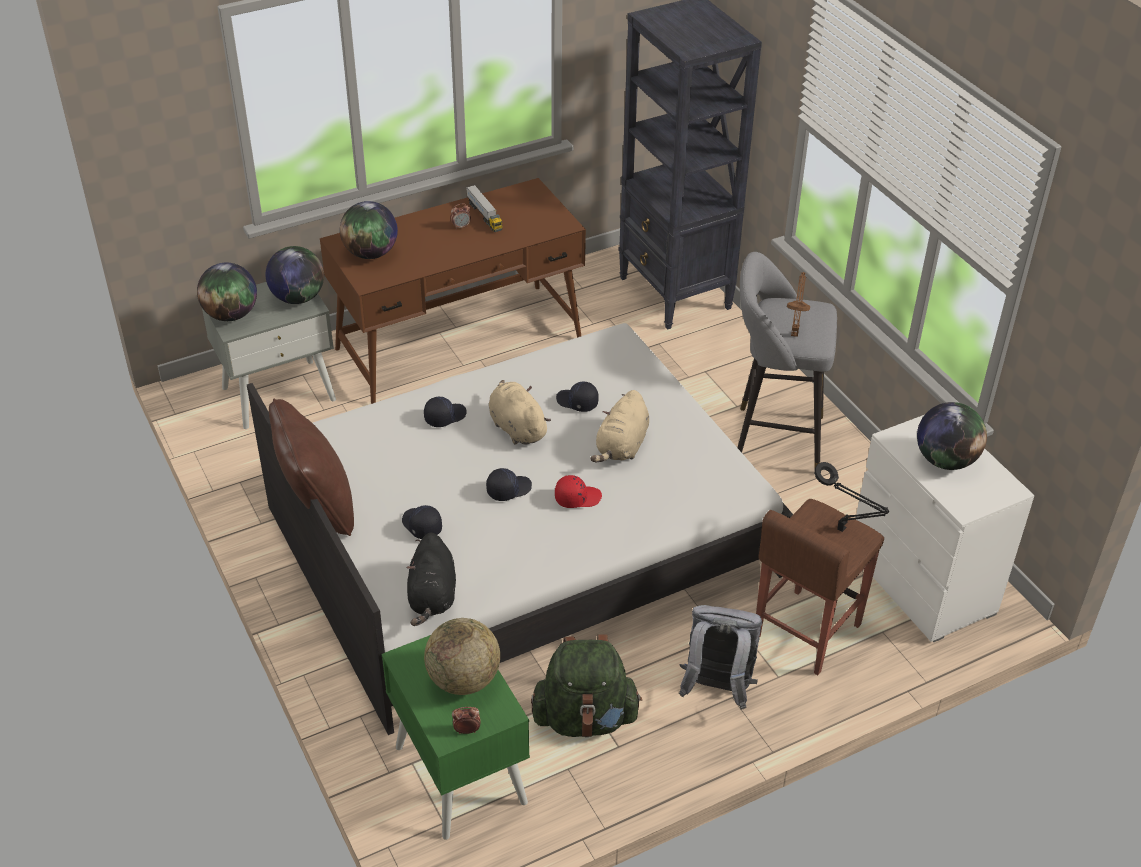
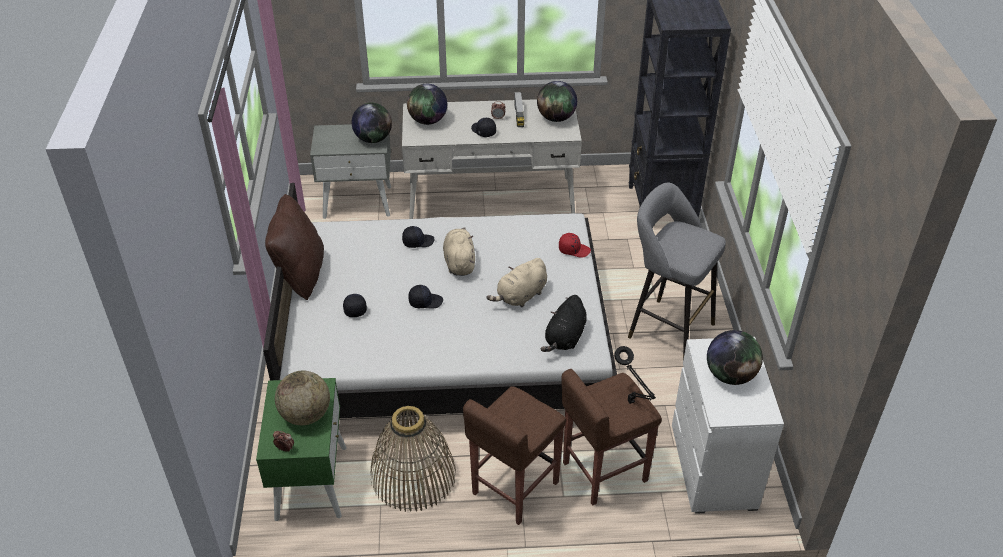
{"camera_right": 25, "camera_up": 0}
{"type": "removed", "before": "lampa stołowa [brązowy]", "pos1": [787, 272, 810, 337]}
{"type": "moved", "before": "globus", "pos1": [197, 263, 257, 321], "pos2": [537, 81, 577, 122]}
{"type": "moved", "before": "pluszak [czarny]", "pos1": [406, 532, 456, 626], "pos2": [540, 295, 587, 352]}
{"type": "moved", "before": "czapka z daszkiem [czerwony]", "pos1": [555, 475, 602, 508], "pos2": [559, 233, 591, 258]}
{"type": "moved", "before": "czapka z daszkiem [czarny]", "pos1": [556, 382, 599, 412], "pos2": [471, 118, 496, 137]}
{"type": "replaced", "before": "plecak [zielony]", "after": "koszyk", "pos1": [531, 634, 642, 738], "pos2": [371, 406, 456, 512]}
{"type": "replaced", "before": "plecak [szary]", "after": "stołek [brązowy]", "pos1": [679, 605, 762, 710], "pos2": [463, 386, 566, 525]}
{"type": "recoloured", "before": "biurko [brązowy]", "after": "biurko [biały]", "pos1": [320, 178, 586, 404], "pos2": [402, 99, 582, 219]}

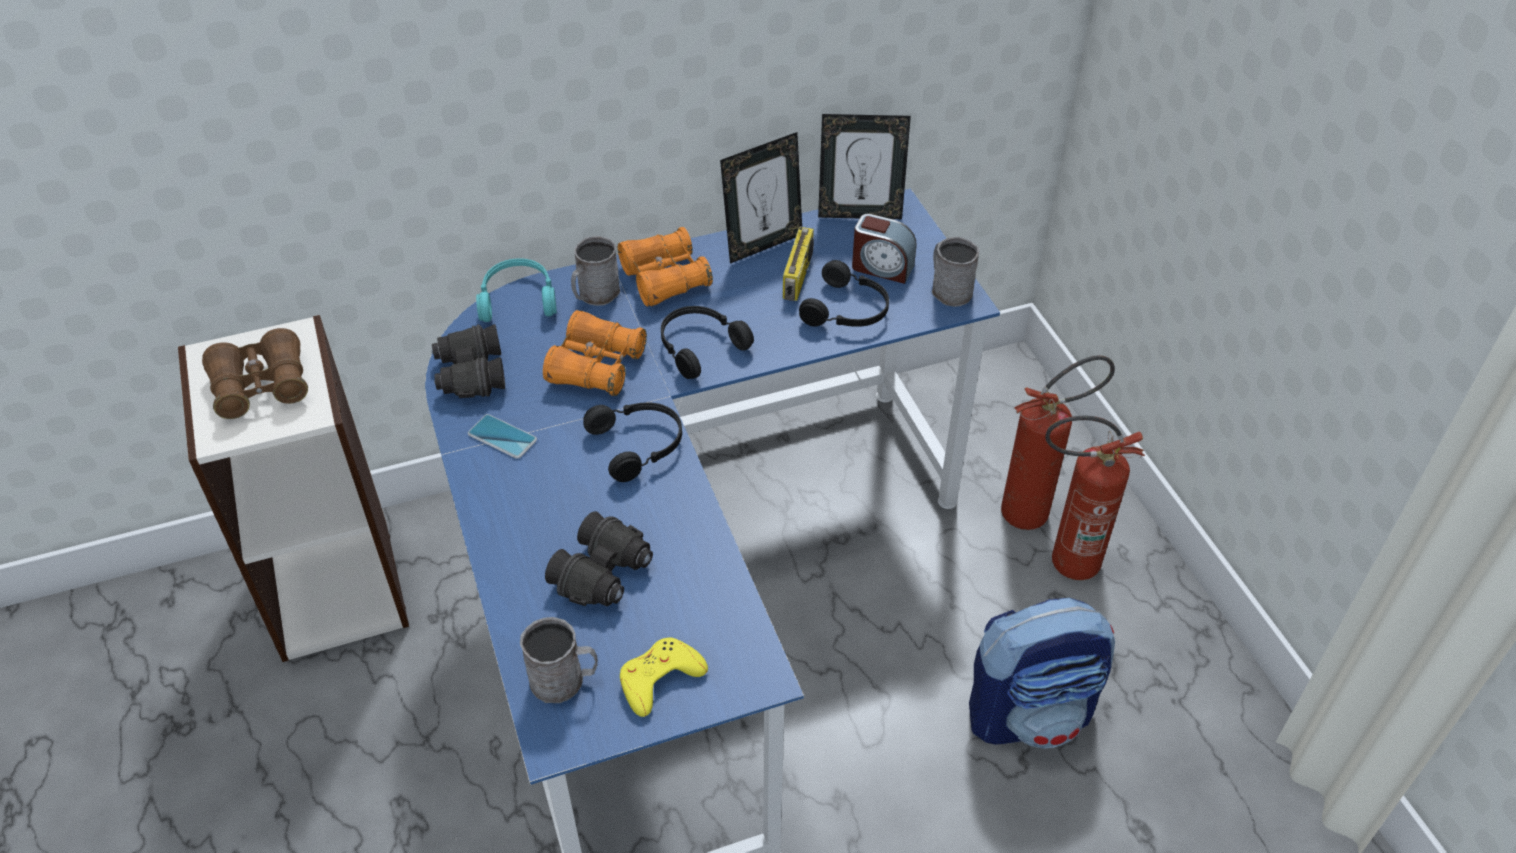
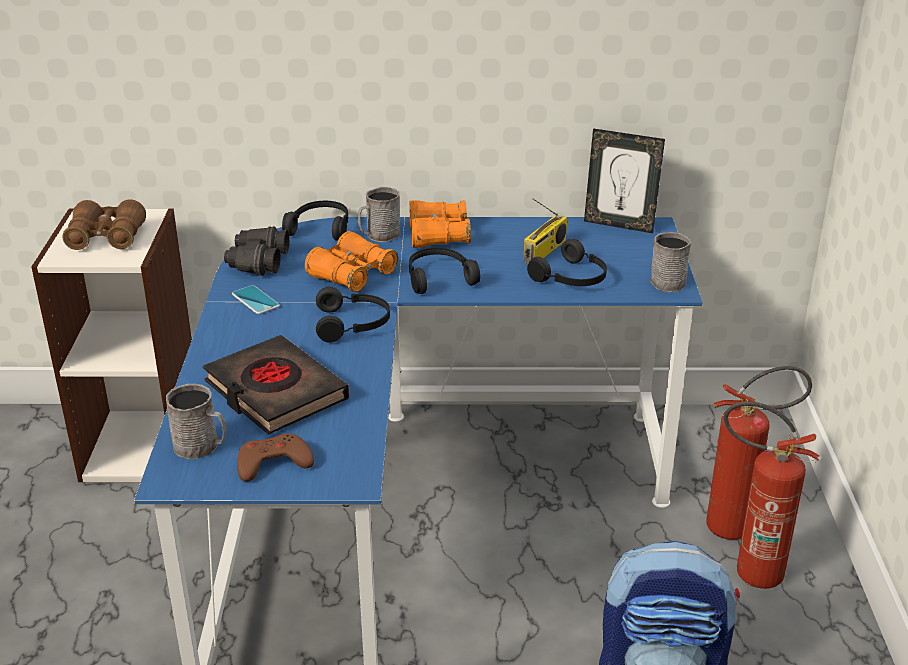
{"camera_right": 20, "camera_up": -15}
{"type": "removed", "before": "ramka na zdjęcie", "pos1": [720, 132, 802, 264]}
{"type": "removed", "before": "budzik", "pos1": [852, 214, 916, 284]}
{"type": "replaced", "before": "lornetka [czarny]", "after": "książka [czarny]", "pos1": [545, 511, 653, 606], "pos2": [203, 335, 349, 435]}
{"type": "recoloured", "before": "słuchawki [turkusowy]", "after": "słuchawki [czarny]", "pos1": [476, 258, 557, 322], "pos2": [282, 201, 348, 241]}
{"type": "recoloured", "before": "pad do gier [żółty]", "after": "pad do gier [brązowy]", "pos1": [620, 638, 708, 717], "pos2": [237, 433, 314, 482]}

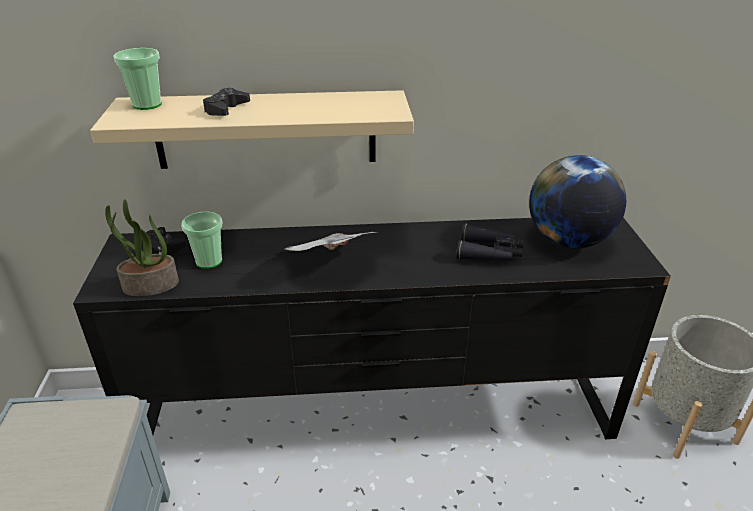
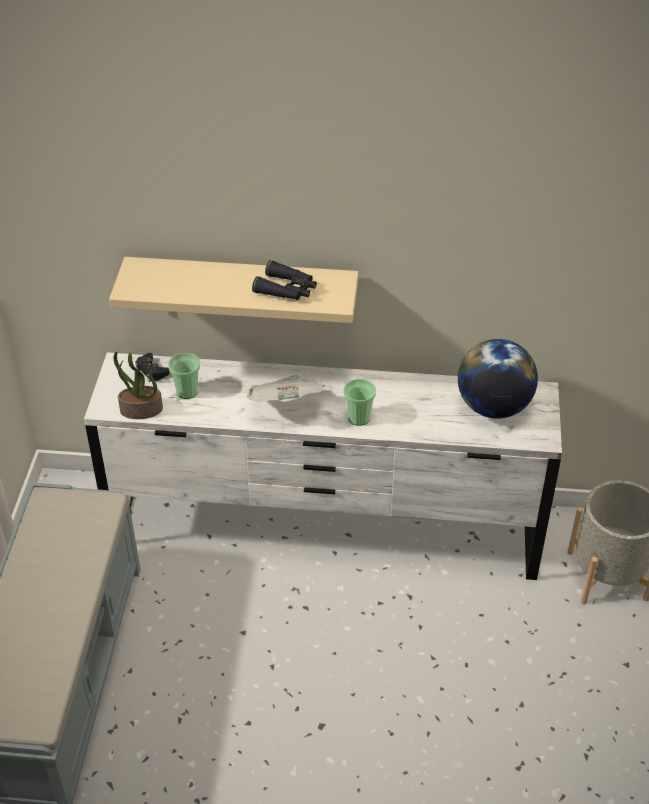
{"camera_right": 10, "camera_up": 10}
{"type": "removed", "before": "pad do gier [czarny]", "pos1": [203, 88, 250, 116]}
{"type": "moved", "before": "filiżanka", "pos1": [113, 48, 162, 110], "pos2": [344, 379, 376, 426]}
{"type": "moved", "before": "lornetka [czarny]", "pos1": [457, 224, 524, 261], "pos2": [252, 260, 317, 300]}
{"type": "recoloured", "before": "komoda [czarny]", "after": "komoda [biały]", "pos1": [73, 218, 671, 439], "pos2": [84, 352, 562, 580]}

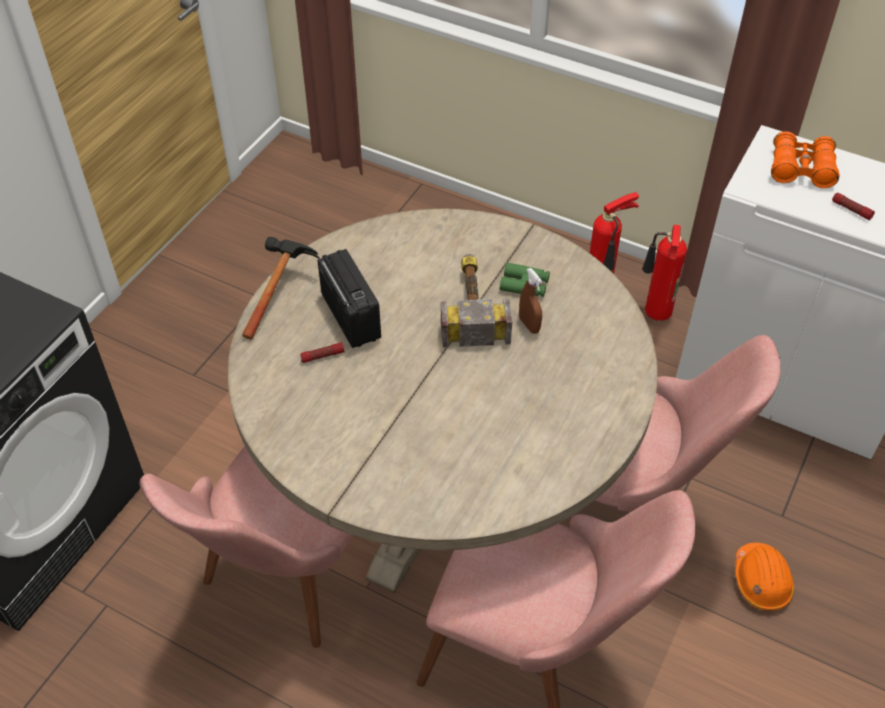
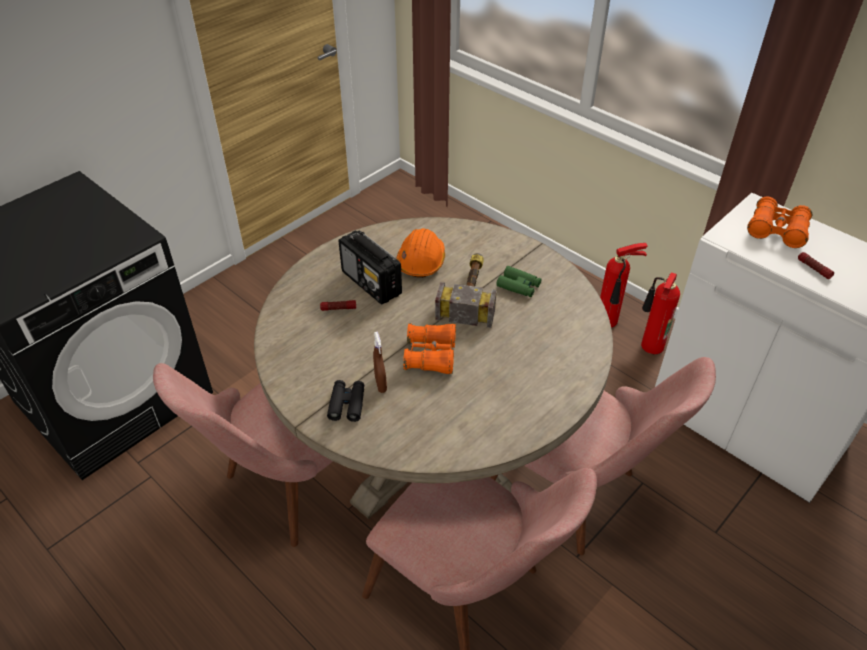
{"camera_right": 15, "camera_up": -5}
{"type": "removed", "before": "młotek", "pos1": [242, 237, 320, 340]}
{"type": "added", "after": "lornetka [czarny]", "pos2": [327, 380, 364, 422]}
{"type": "added", "after": "lornetka [pomarańczowy]", "pos2": [403, 323, 456, 374]}
{"type": "moved", "before": "spryskiwacz [brązowy]", "pos1": [519, 268, 542, 334], "pos2": [373, 332, 387, 393]}
{"type": "moved", "before": "kask [pomarańczowy]", "pos1": [735, 543, 794, 611], "pos2": [396, 228, 445, 278]}
{"type": "turned", "before": "radio", "pos1": [317, 249, 381, 348], "pos2": [338, 230, 402, 305], "turn": 150}

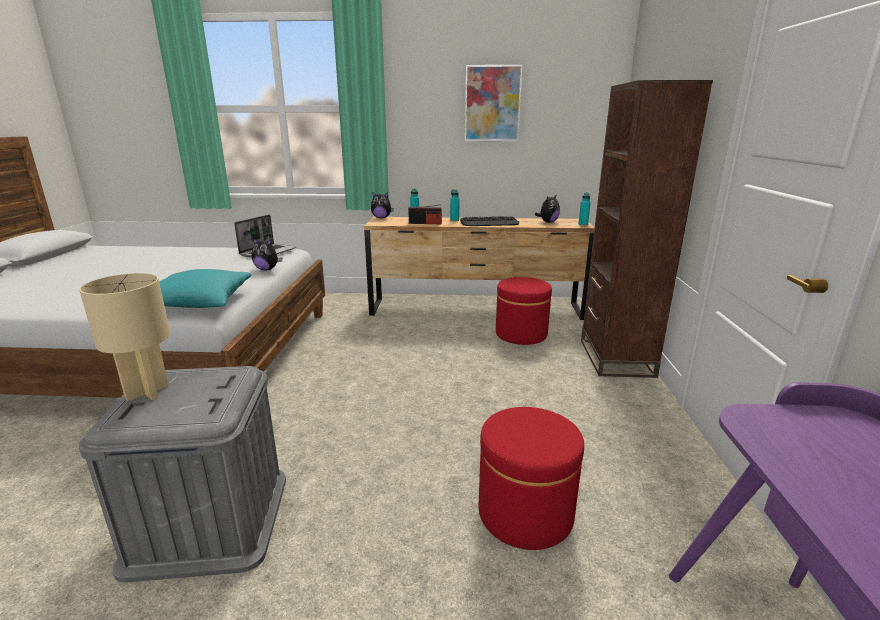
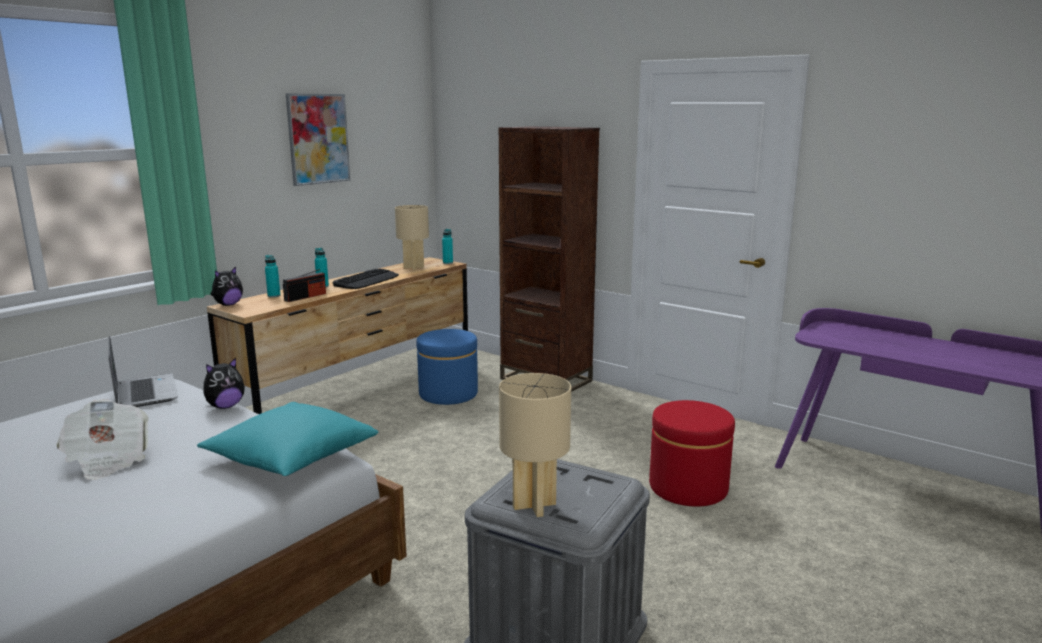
{"camera_right": -55, "camera_up": -5}
{"type": "added", "after": "gazeta", "pos2": [57, 399, 149, 480]}
{"type": "replaced", "before": "pluszak", "after": "lampa stołowa [beżowy]", "pos1": [535, 194, 560, 223], "pos2": [395, 205, 429, 270]}
{"type": "recoloured", "before": "pufa [czerwony]", "after": "pufa [niebieski]", "pos1": [496, 277, 552, 345], "pos2": [416, 329, 478, 405]}

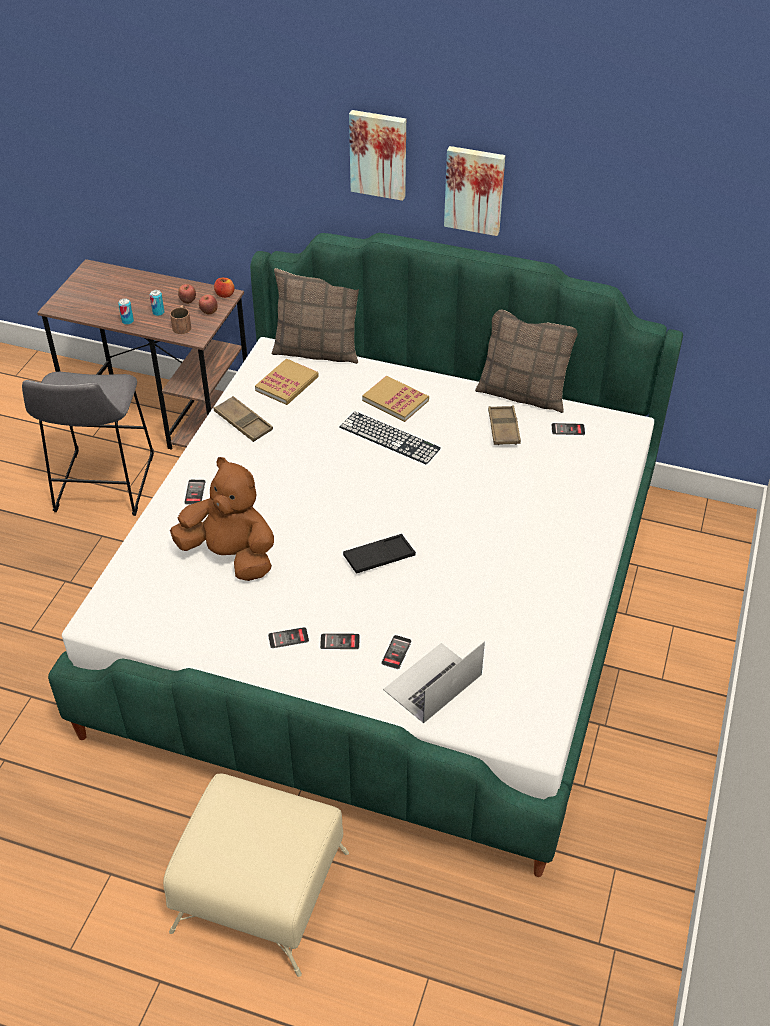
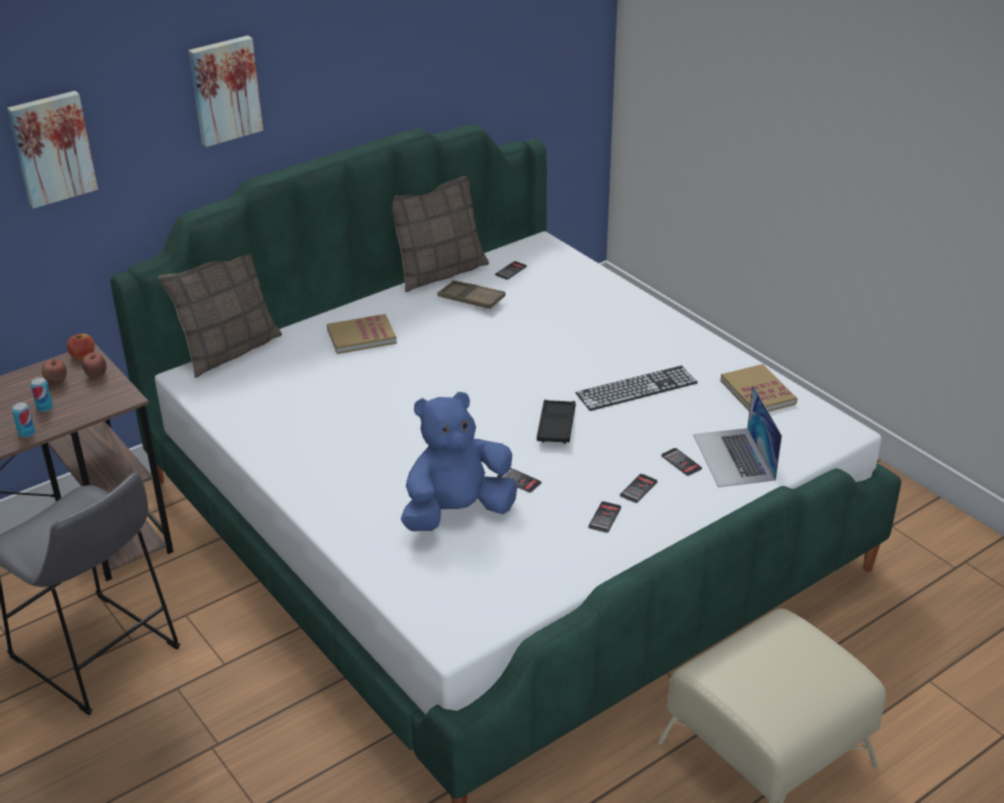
{"camera_right": -55, "camera_up": -10}
{"type": "removed", "before": "kubek [brązowy]", "pos1": [170, 305, 191, 334]}
{"type": "removed", "before": "taca [brązowy]", "pos1": [214, 396, 273, 442]}
{"type": "moved", "before": "telefon", "pos1": [184, 480, 205, 504], "pos2": [497, 468, 541, 493]}
{"type": "moved", "before": "książka", "pos1": [255, 358, 319, 405], "pos2": [720, 364, 798, 412]}
{"type": "moved", "before": "klawiatura", "pos1": [339, 412, 441, 465], "pos2": [575, 366, 698, 411]}
{"type": "moved", "before": "obraz", "pos1": [444, 146, 505, 236], "pos2": [7, 91, 98, 208]}
{"type": "recoloured", "before": "pluszak [brązowy]", "after": "pluszak [niebieski]", "pos1": [170, 457, 274, 581], "pos2": [401, 392, 517, 531]}

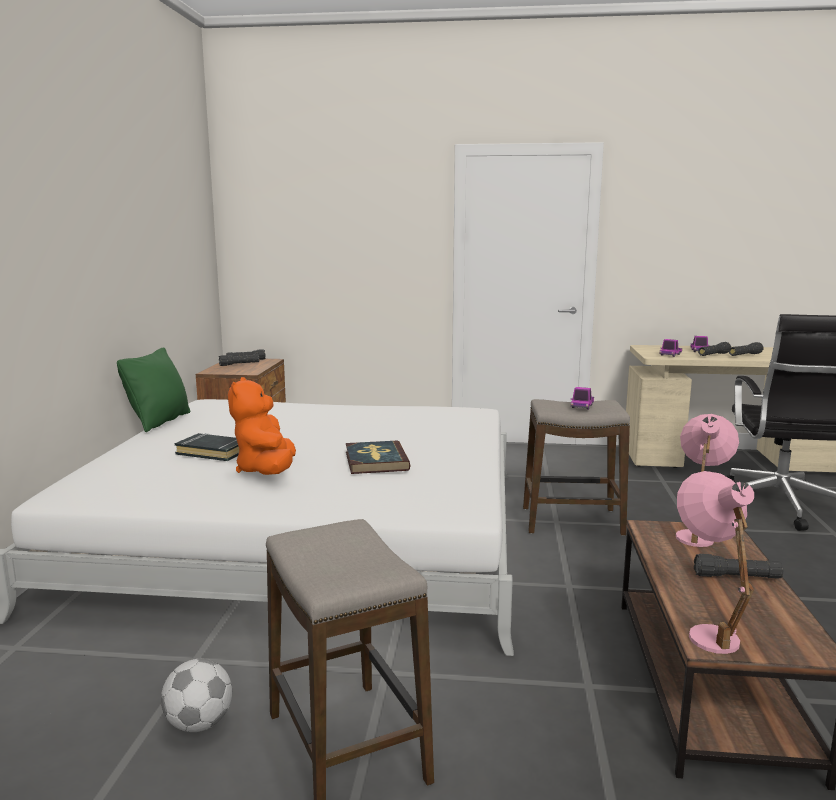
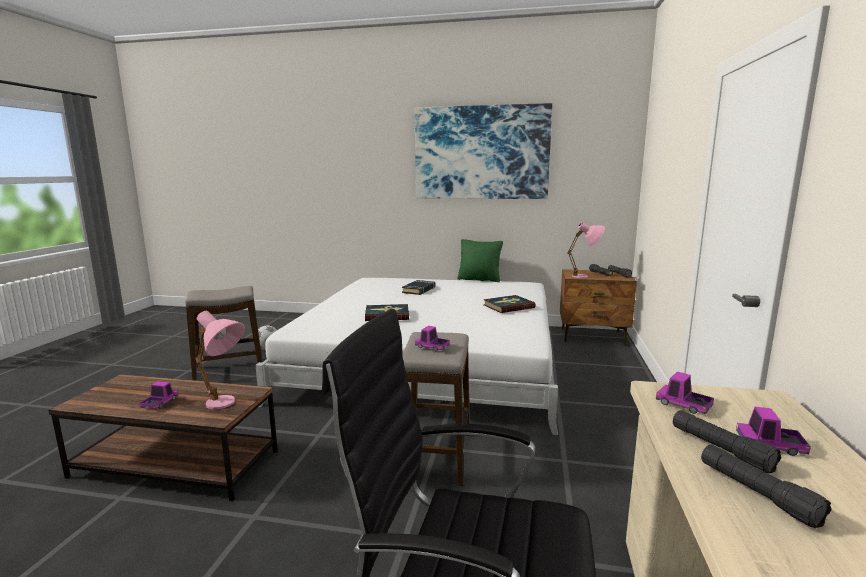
{"camera_right": 95, "camera_up": 0}
{"type": "removed", "before": "pluszak [pomarańczowy]", "pos1": [228, 377, 296, 475]}
{"type": "added", "after": "obraz", "pos2": [415, 103, 552, 199]}
{"type": "added", "after": "książka", "pos2": [483, 295, 536, 313]}
{"type": "moved", "before": "lampa stołowa [różowy]", "pos1": [677, 471, 754, 654], "pos2": [568, 222, 605, 278]}
{"type": "replaced", "before": "latarka [czarny]", "after": "ciężarówka zabawkowa", "pos1": [694, 554, 783, 579], "pos2": [139, 381, 178, 409]}

